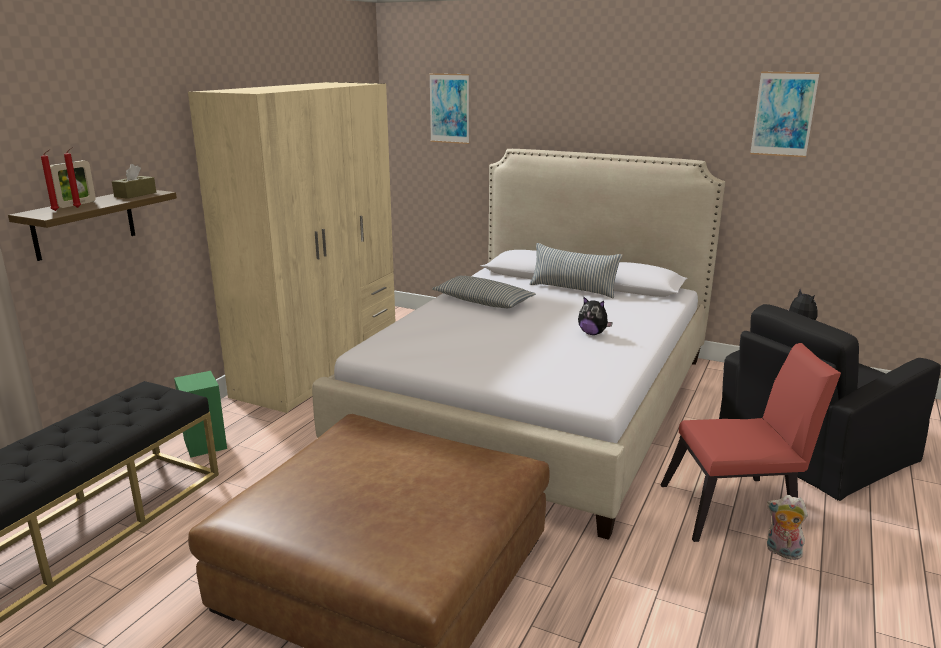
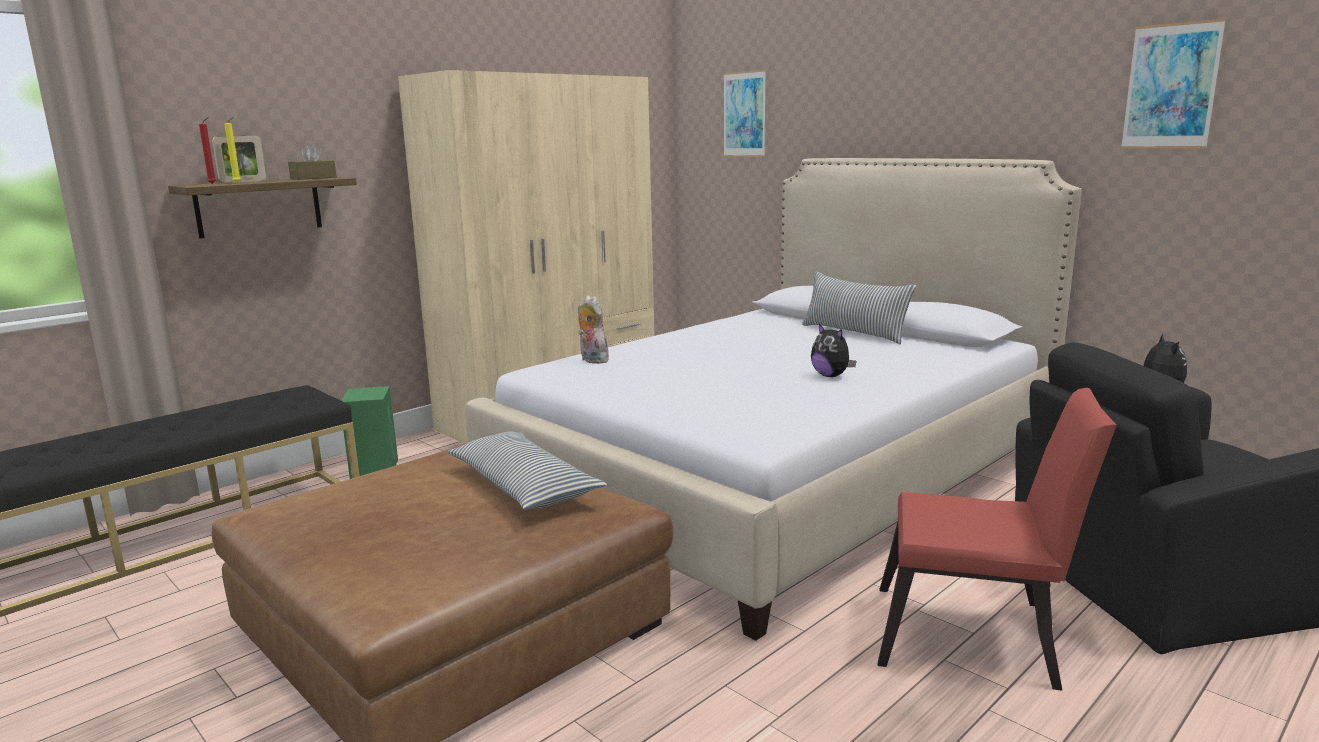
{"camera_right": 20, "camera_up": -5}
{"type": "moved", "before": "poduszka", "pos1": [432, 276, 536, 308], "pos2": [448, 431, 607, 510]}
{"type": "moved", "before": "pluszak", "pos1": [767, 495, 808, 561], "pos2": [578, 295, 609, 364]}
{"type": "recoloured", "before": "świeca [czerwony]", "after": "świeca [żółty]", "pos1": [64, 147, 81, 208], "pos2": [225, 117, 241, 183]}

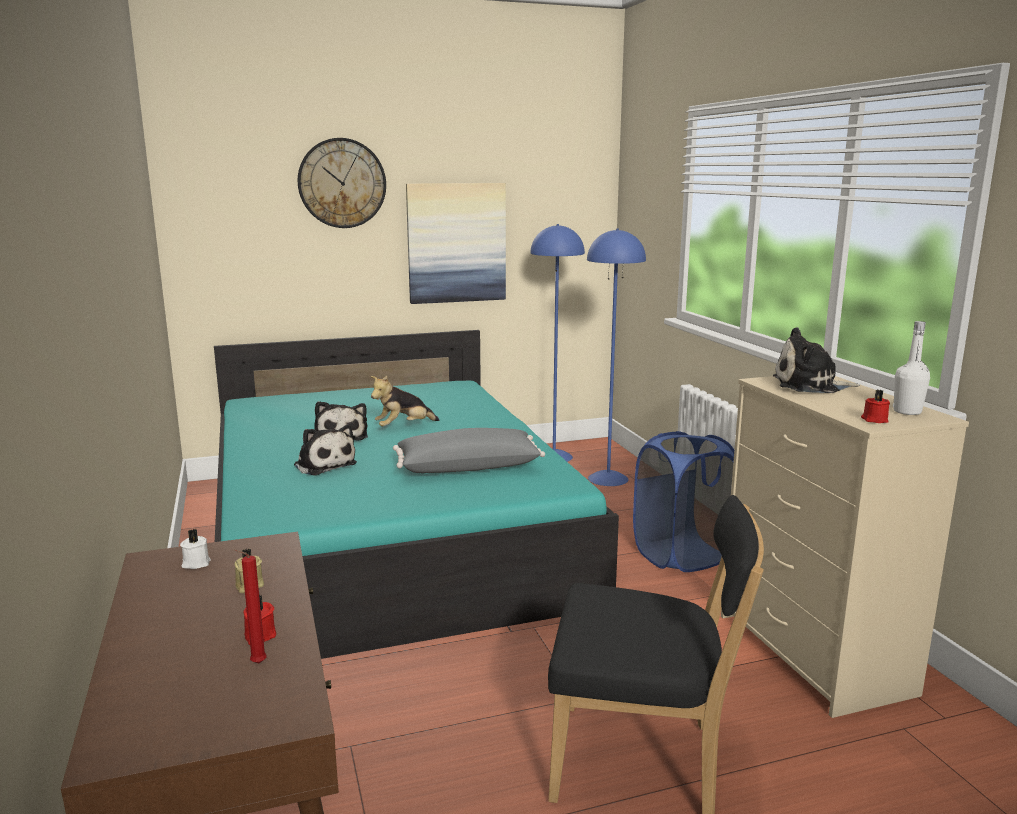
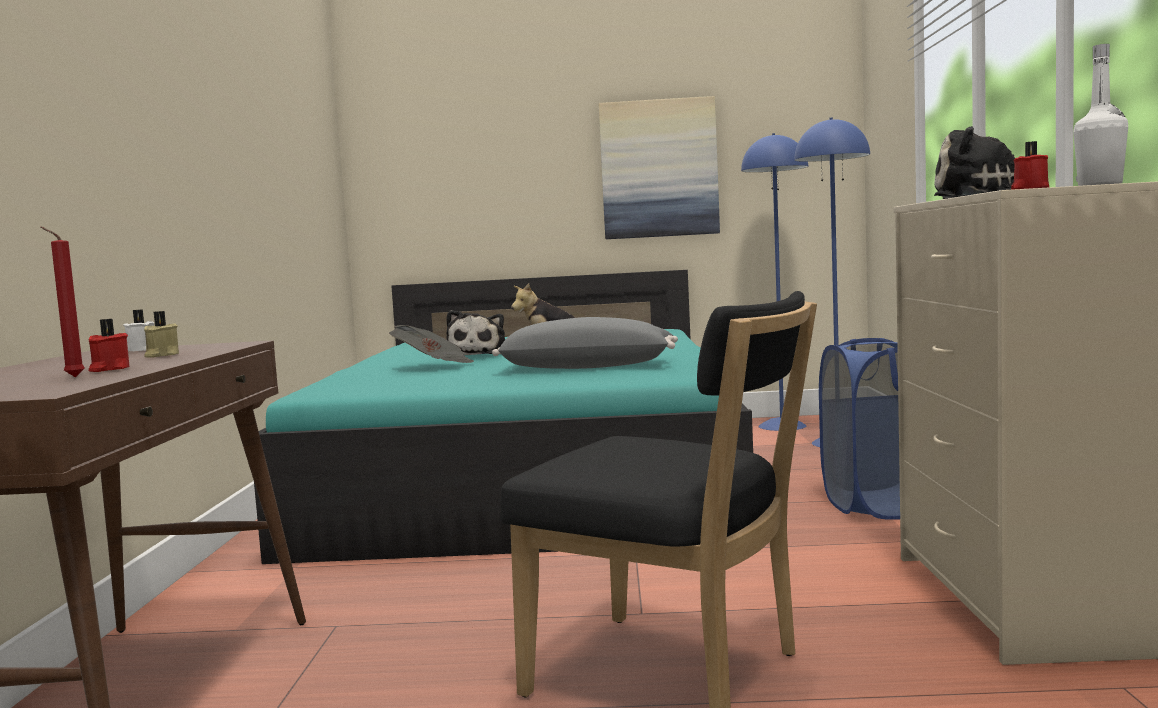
{"camera_right": 20, "camera_up": -10}
{"type": "removed", "before": "zegar ścienny", "pos1": [298, 138, 386, 228]}
{"type": "replaced", "before": "pluszak", "after": "gazeta", "pos1": [294, 425, 357, 476], "pos2": [389, 325, 474, 363]}

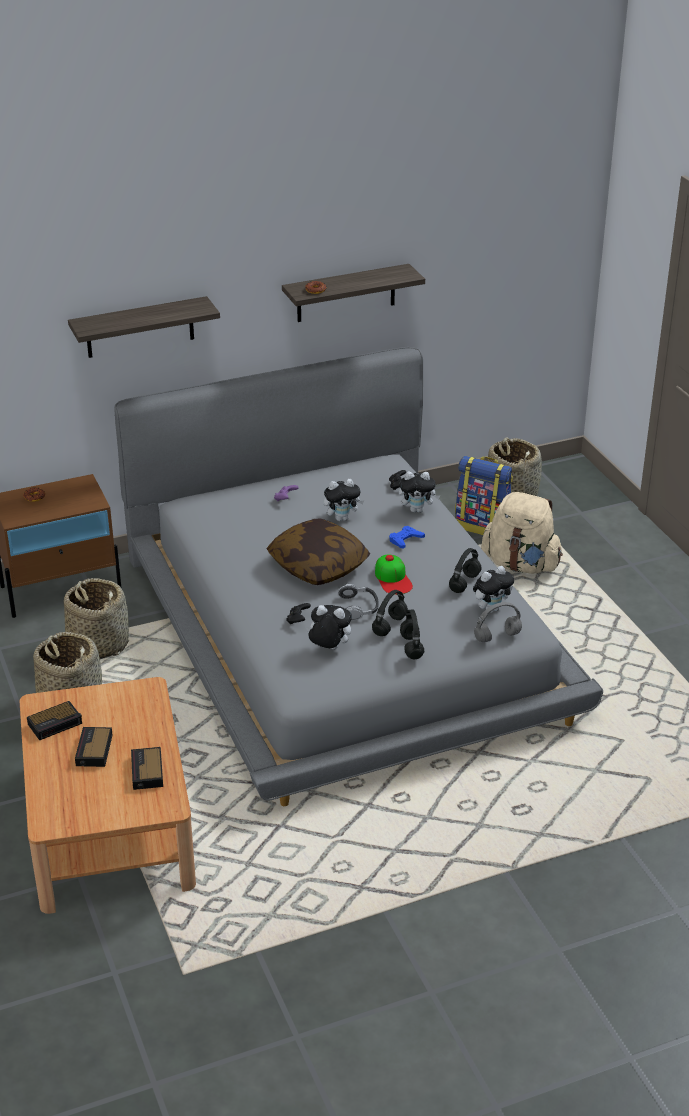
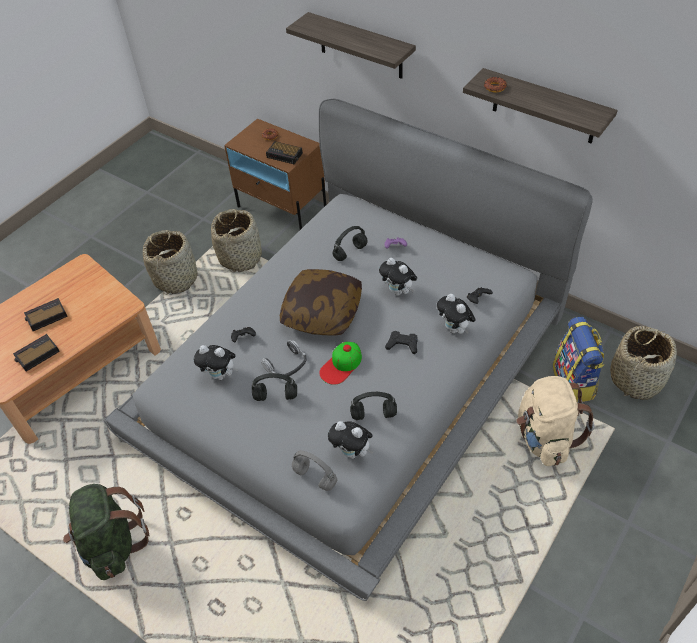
{"camera_right": 60, "camera_up": 15}
{"type": "added", "after": "plecak [zielony]", "pos2": [63, 484, 150, 580]}
{"type": "moved", "before": "budzik", "pos1": [27, 701, 82, 741], "pos2": [266, 141, 303, 164]}
{"type": "moved", "before": "słuchawki [czarny]", "pos1": [400, 610, 424, 659], "pos2": [333, 226, 367, 261]}
{"type": "recoloured", "before": "pad do gier [niebieski]", "after": "pad do gier [czarny]", "pos1": [389, 526, 425, 549], "pos2": [385, 331, 418, 354]}
{"type": "turned", "before": "pluszak", "pos1": [306, 605, 352, 650], "pos2": [194, 345, 238, 380], "turn": 120}

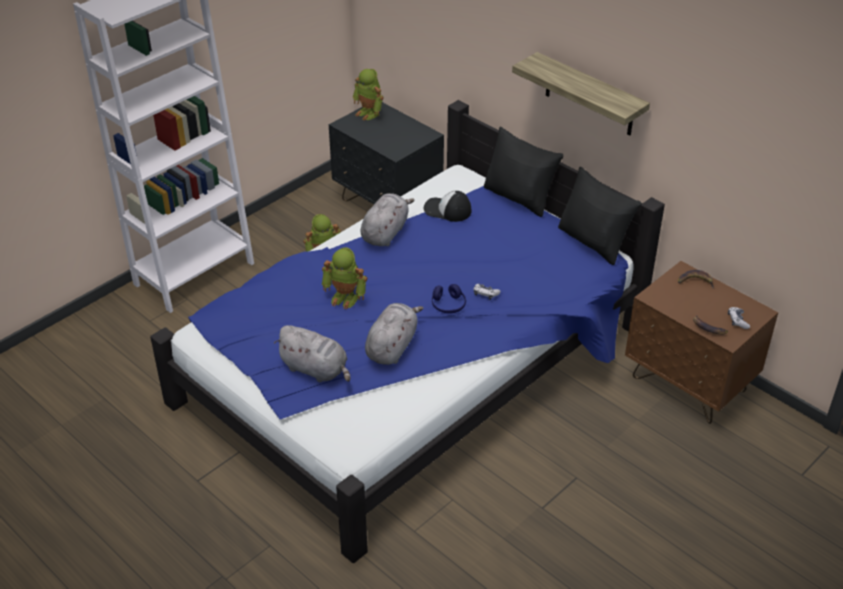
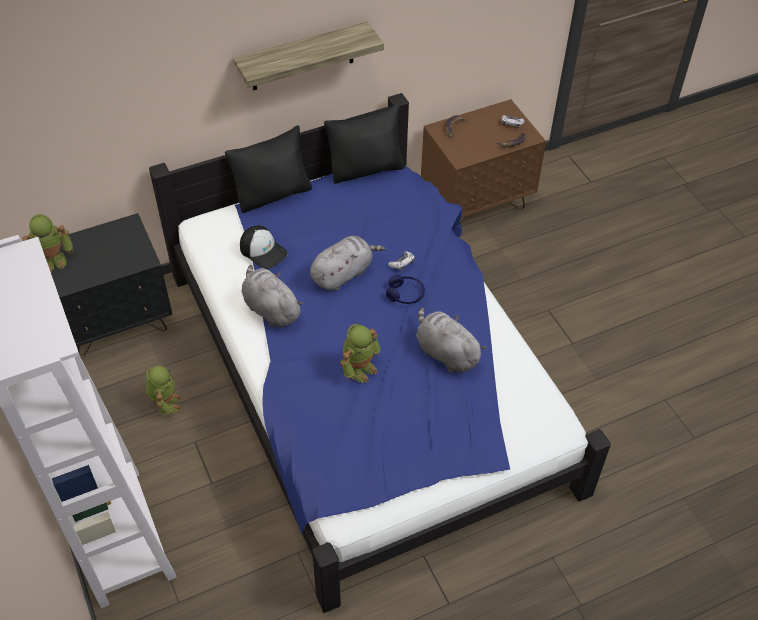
{"camera_right": -70, "camera_up": 10}
{"type": "moved", "before": "pluszak [szary]", "pos1": [274, 325, 350, 382], "pos2": [310, 236, 385, 291]}
{"type": "turned", "before": "czapka z daszkiem", "pos1": [424, 191, 471, 222], "pos2": [240, 225, 288, 269], "turn": -90}

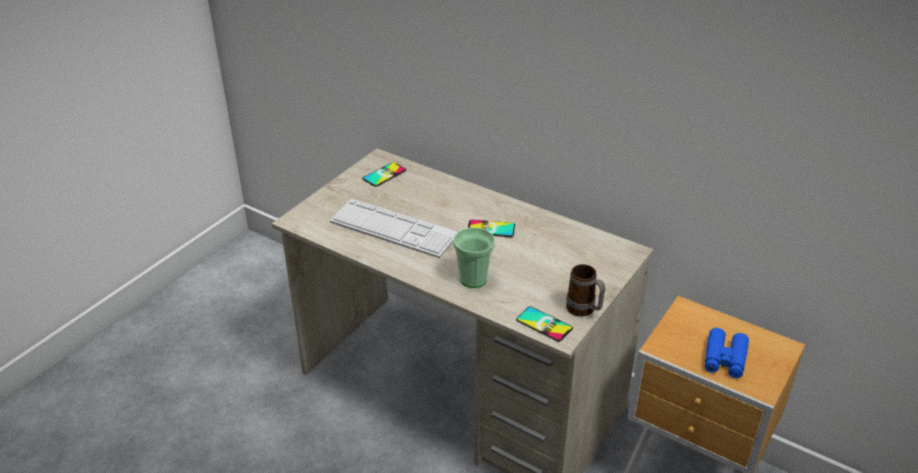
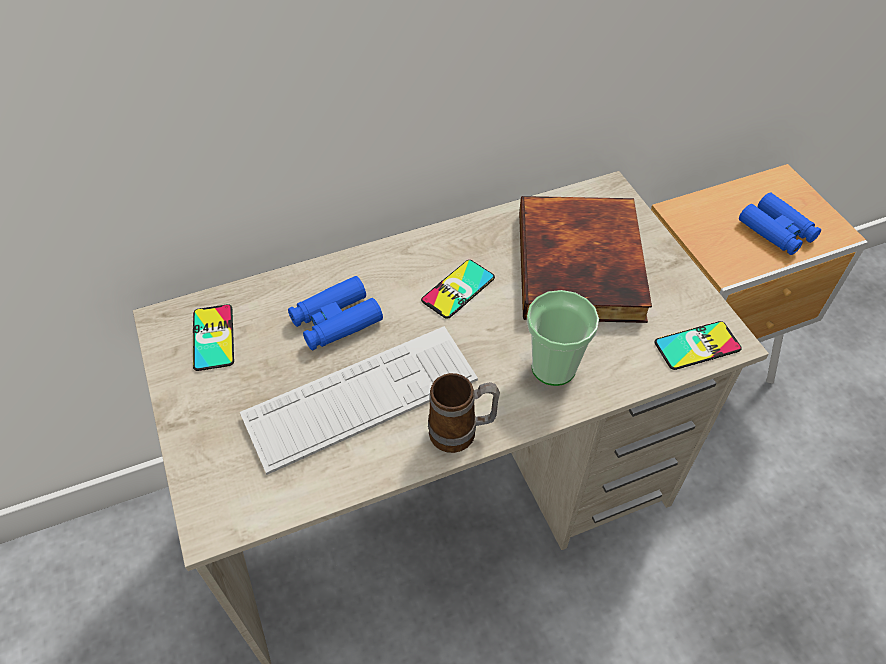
{"camera_right": -55, "camera_up": 15}
{"type": "added", "after": "lornetka [niebieski]", "pos2": [288, 276, 383, 350]}
{"type": "added", "after": "książka", "pos2": [519, 196, 652, 323]}
{"type": "moved", "before": "kubek", "pos1": [566, 264, 605, 317], "pos2": [428, 373, 500, 453]}

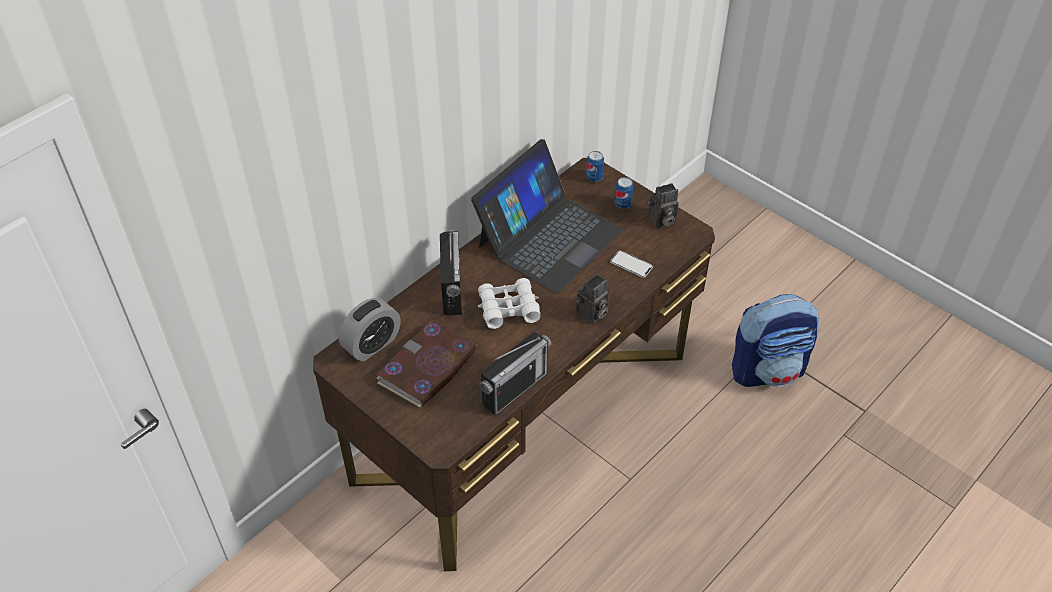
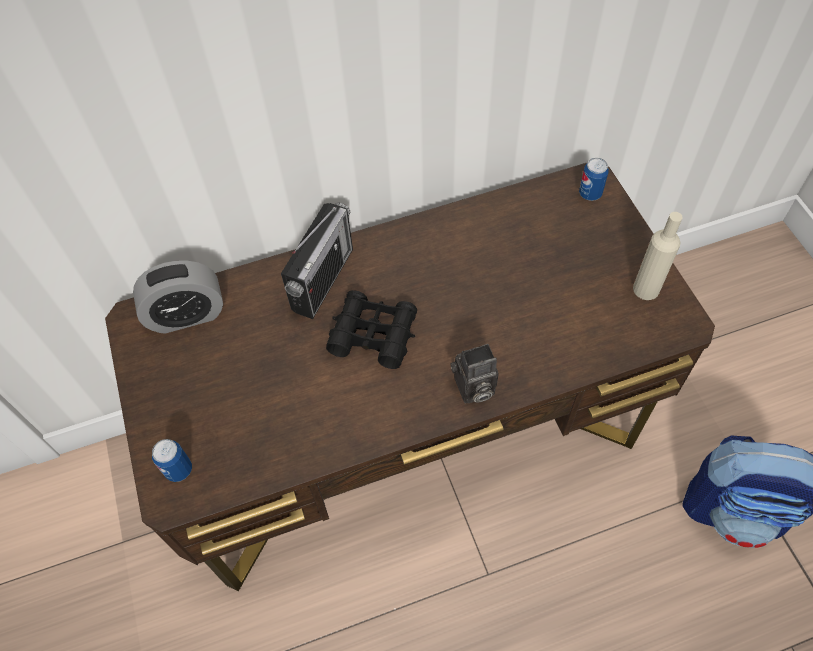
{"camera_right": 30, "camera_up": 10}
{"type": "removed", "before": "książka", "pos1": [376, 320, 476, 408]}
{"type": "removed", "before": "laptop", "pos1": [471, 139, 623, 293]}
{"type": "removed", "before": "radio", "pos1": [480, 332, 551, 415]}
{"type": "removed", "before": "telefon", "pos1": [610, 250, 653, 278]}
{"type": "moved", "before": "puszka", "pos1": [615, 177, 633, 209], "pos2": [152, 439, 192, 482]}
{"type": "replaced", "before": "aparat fotograficzny", "after": "butelka [beżowy]", "pos1": [648, 183, 679, 229], "pos2": [633, 212, 683, 300]}
{"type": "recoloured", "before": "lornetka [biały]", "after": "lornetka [czarny]", "pos1": [478, 278, 541, 329], "pos2": [326, 290, 417, 369]}

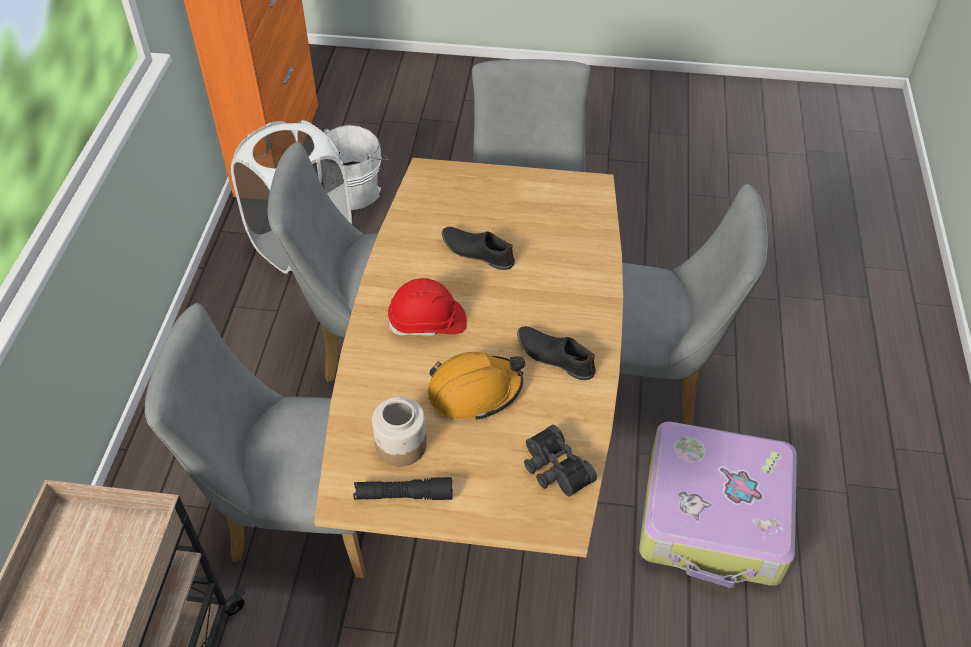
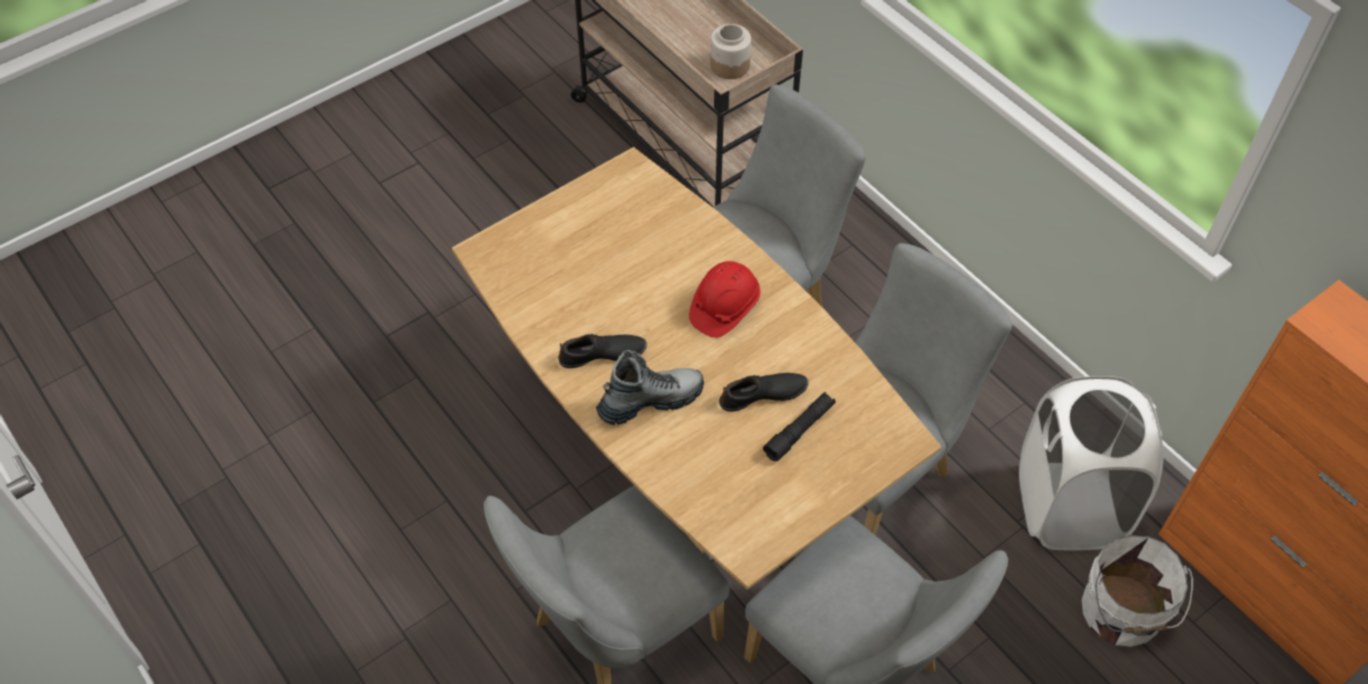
{"camera_right": 135, "camera_up": 5}
{"type": "removed", "before": "kask [pomarańczowy]", "pos1": [428, 352, 525, 420]}
{"type": "removed", "before": "lornetka [czarny]", "pos1": [524, 425, 597, 497]}
{"type": "removed", "before": "walizka", "pos1": [639, 422, 797, 588]}
{"type": "added", "after": "but z cholewką", "pos2": [596, 350, 704, 425]}
{"type": "moved", "before": "latarka [czarny]", "pos1": [353, 477, 452, 500], "pos2": [763, 392, 836, 461]}
{"type": "moved", "before": "słoik", "pos1": [372, 397, 427, 466], "pos2": [710, 24, 751, 79]}

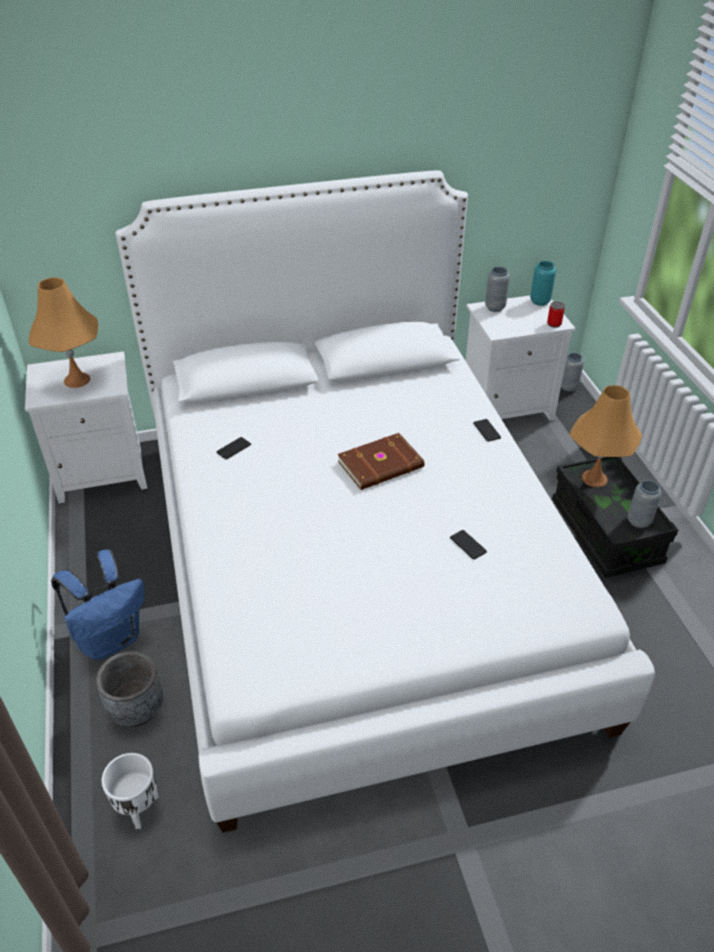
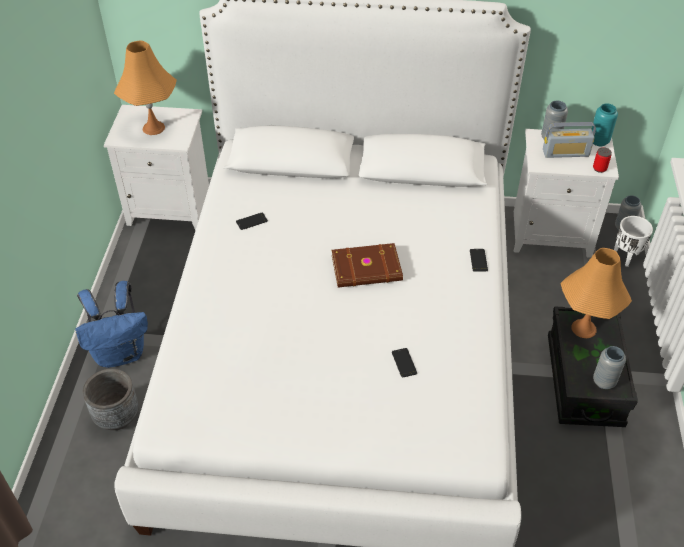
{"camera_right": 20, "camera_up": 5}
{"type": "added", "after": "radio", "pos2": [543, 122, 596, 158]}
{"type": "moved", "before": "donica [biały]", "pos1": [101, 753, 159, 829], "pos2": [614, 216, 653, 267]}

